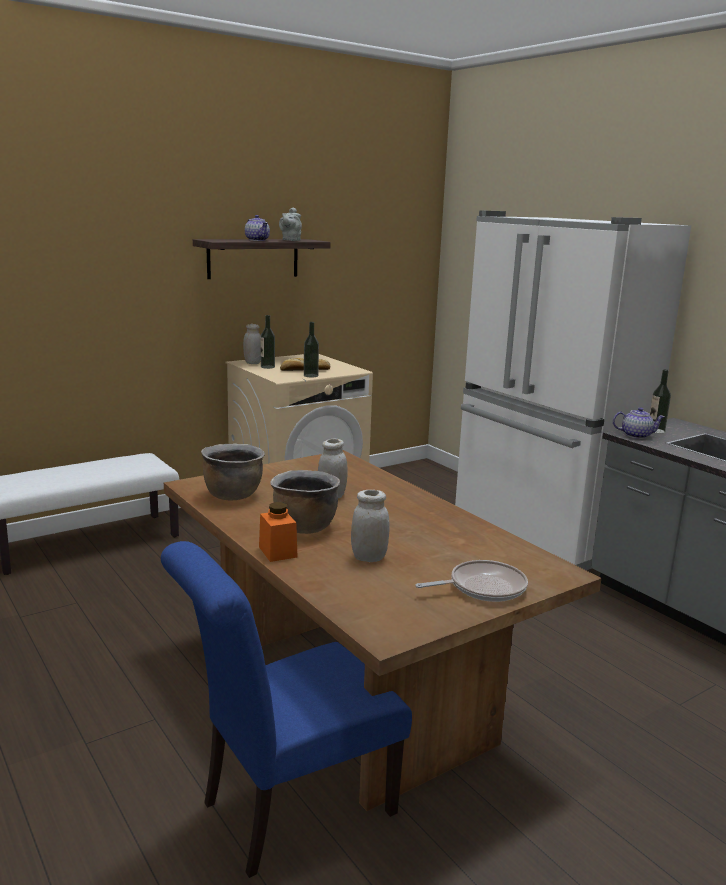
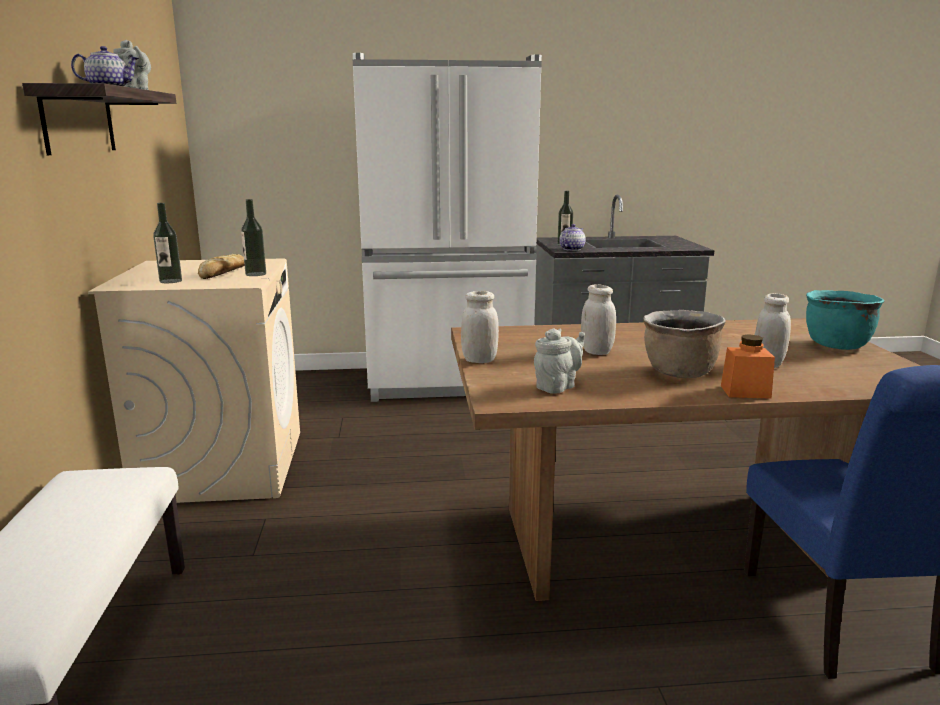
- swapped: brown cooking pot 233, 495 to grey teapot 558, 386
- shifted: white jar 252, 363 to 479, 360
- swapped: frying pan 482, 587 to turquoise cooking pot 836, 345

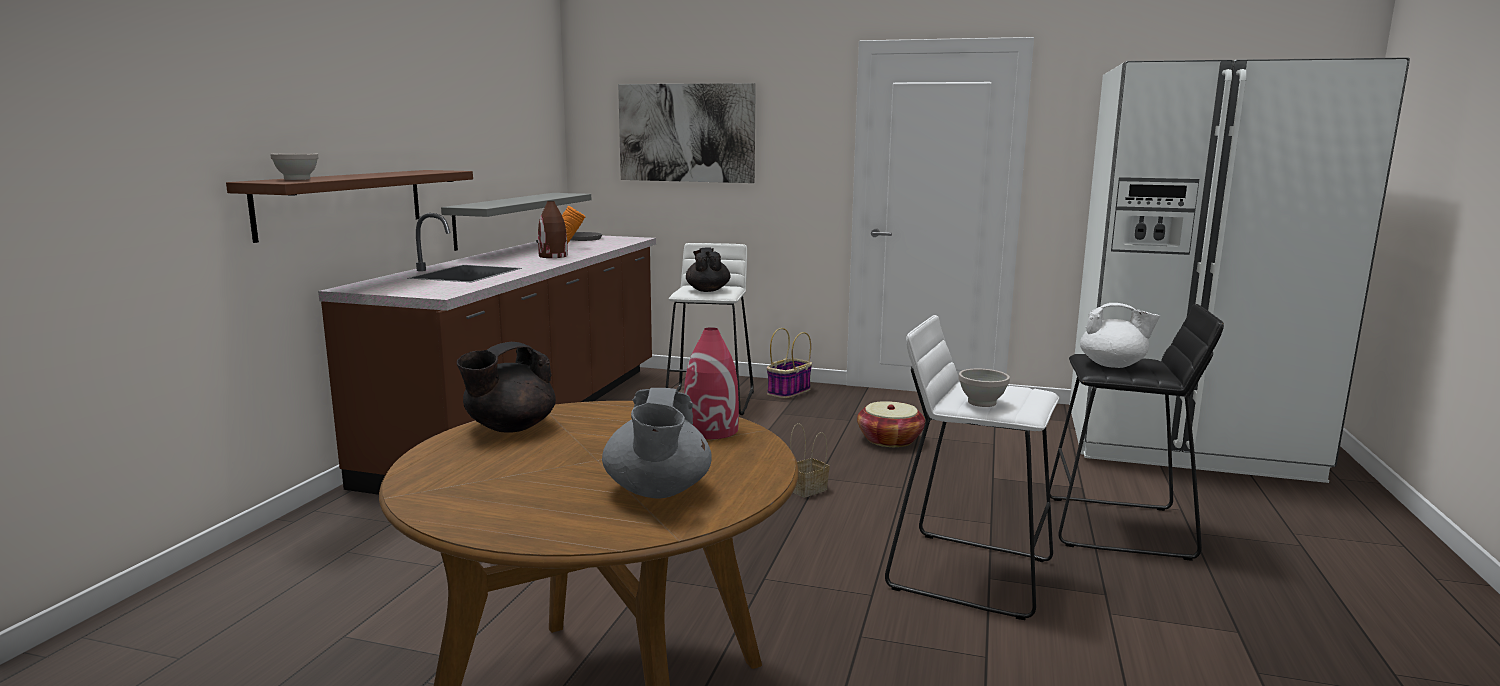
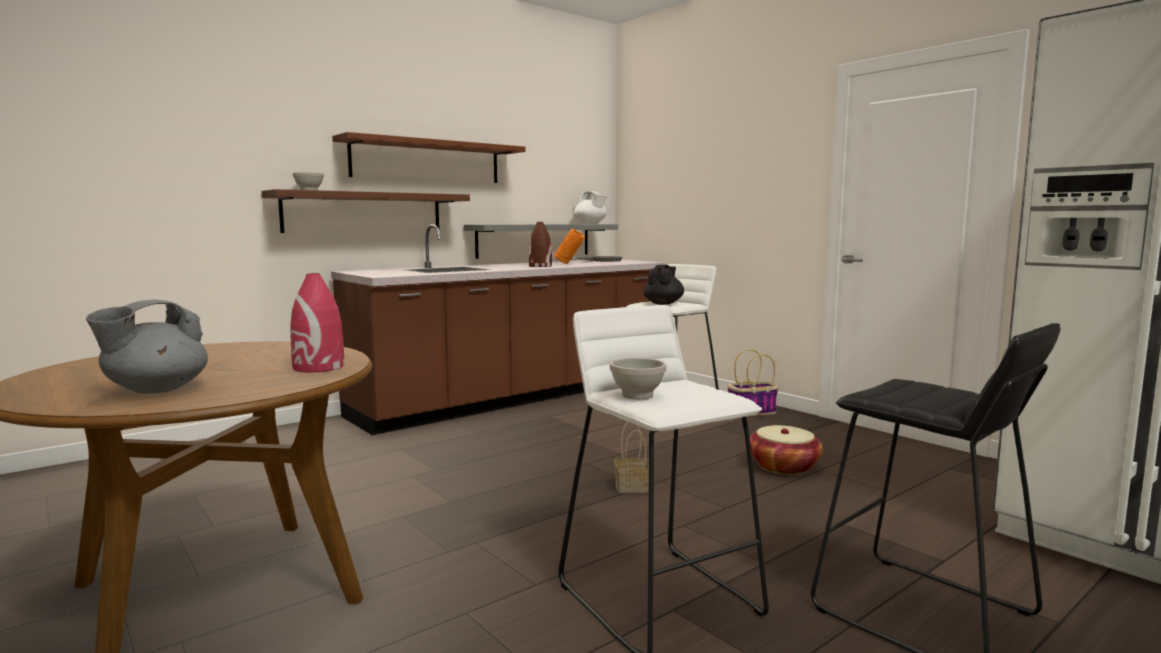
- gone: black teapot 509, 427
- gone: picture 686, 133
- shifted: white teapot 1113, 365 to 590, 224
- new: brown shelf 427, 161

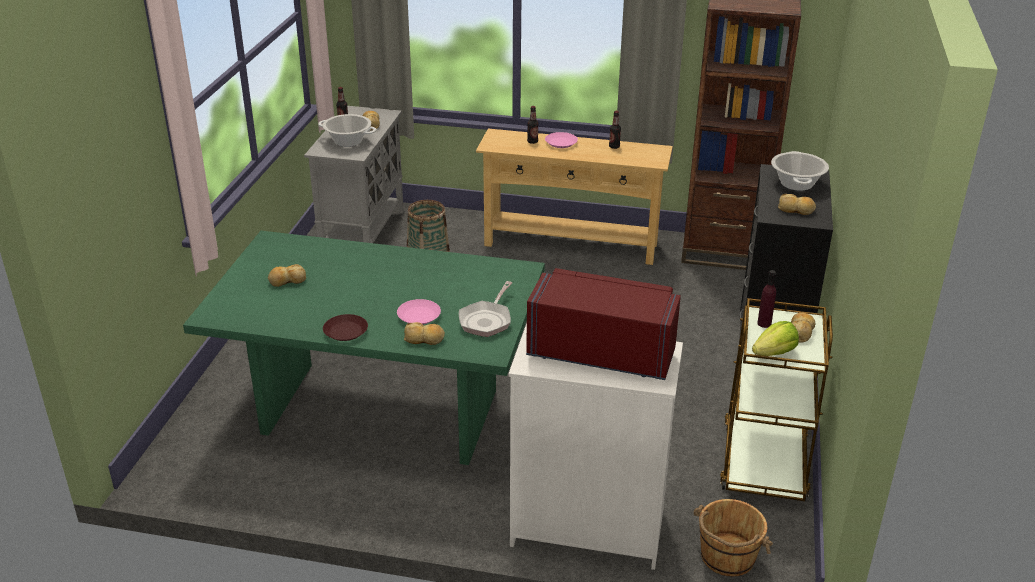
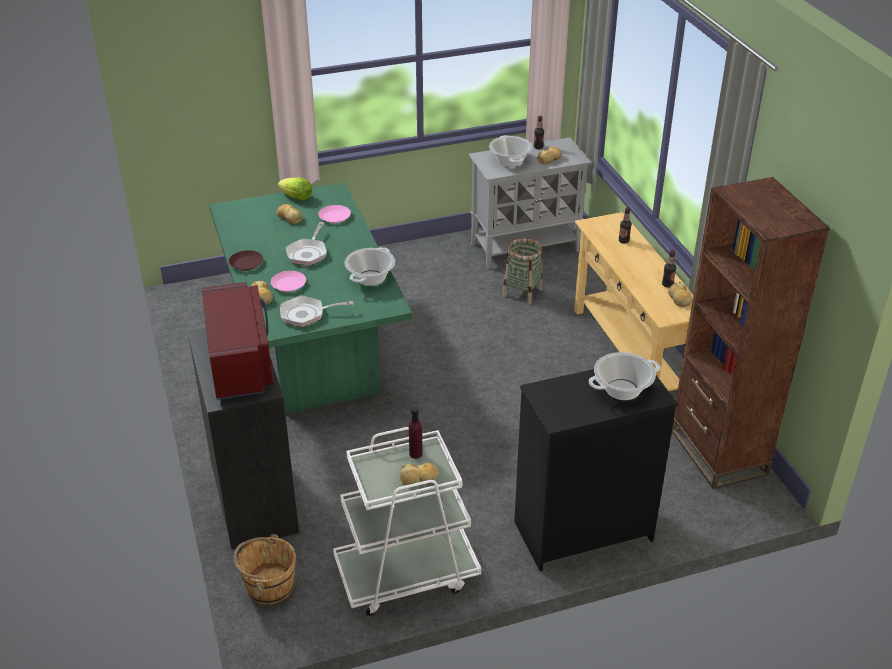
- repainted: white dresser 588, 528 to black dresser 255, 498
- shifted: pink plate 561, 143 to 335, 217
- repainted: brown cart 764, 460 to white cart 406, 574
- shifted: lettuce 774, 353 to 296, 197
- shifted: bread 796, 210 to 679, 299
- new: frying pan 308, 253
- new: cooking pot 370, 278

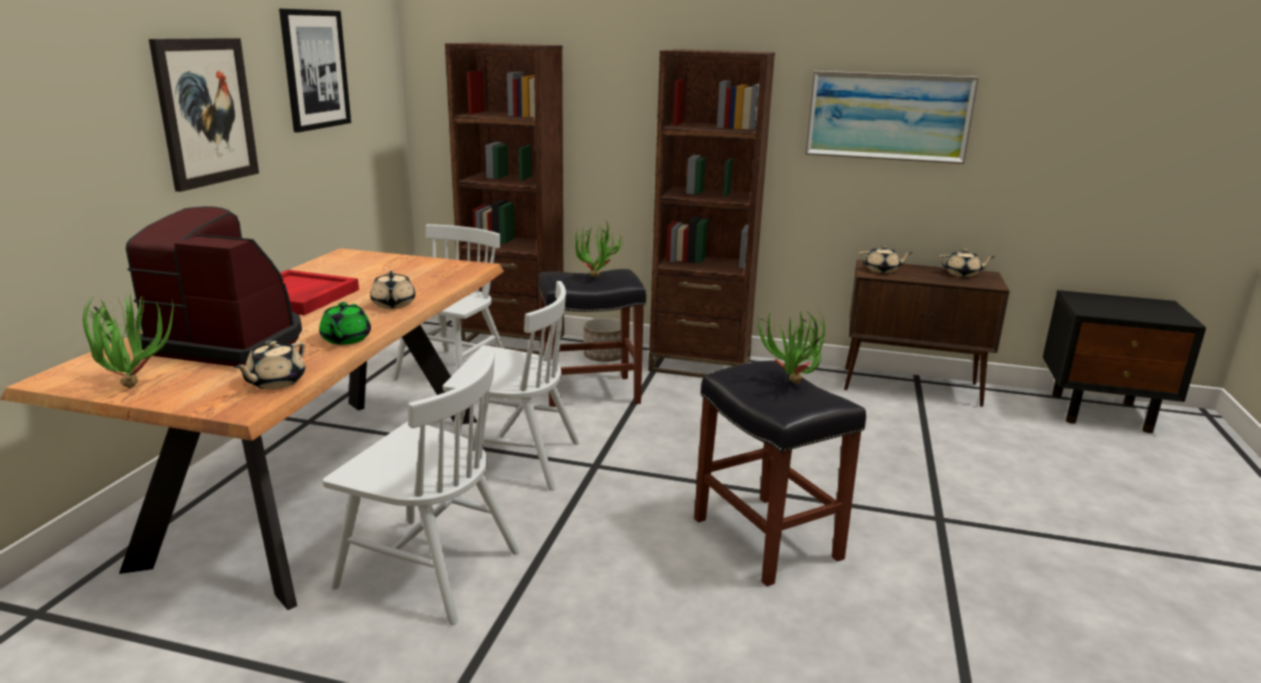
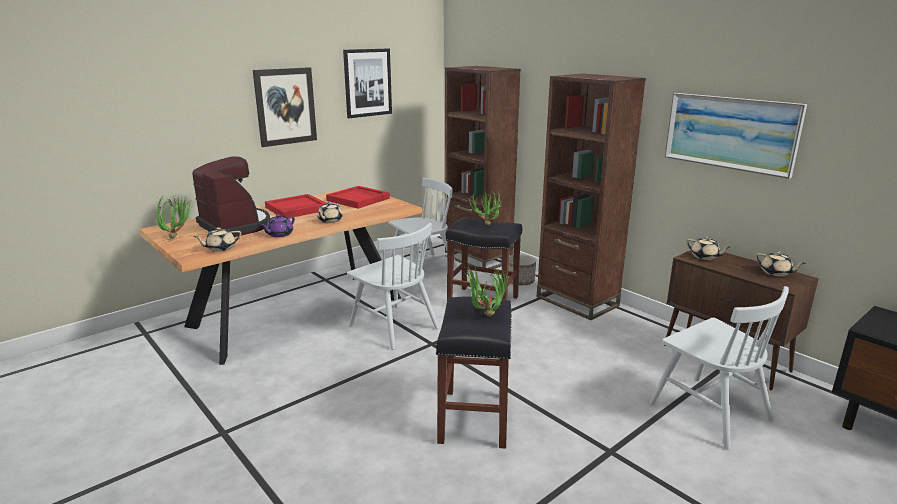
- repainted: green teapot 345, 339 to purple teapot 279, 234
- shifted: white chair 428, 569 to 709, 411
- new: red tray 359, 199

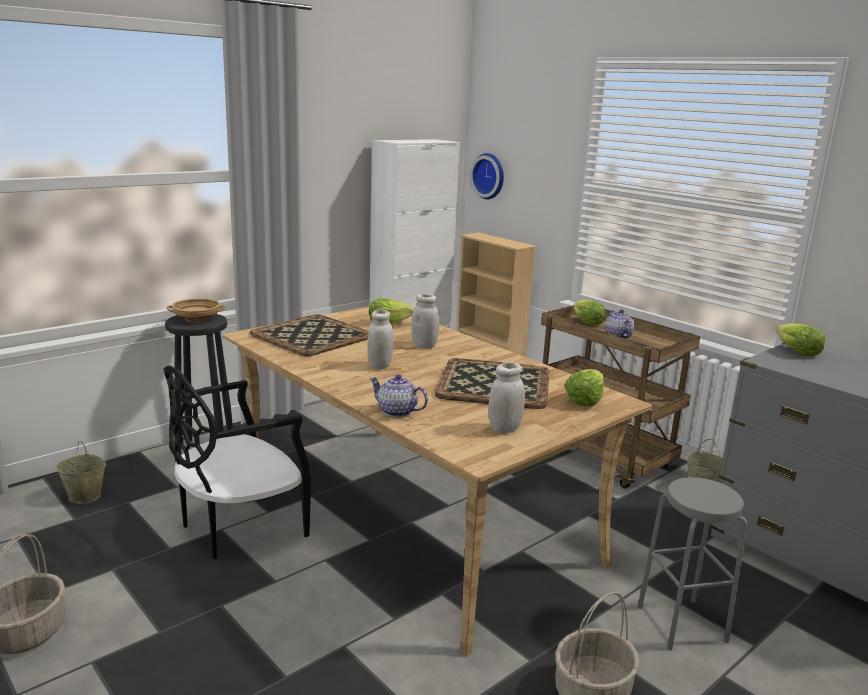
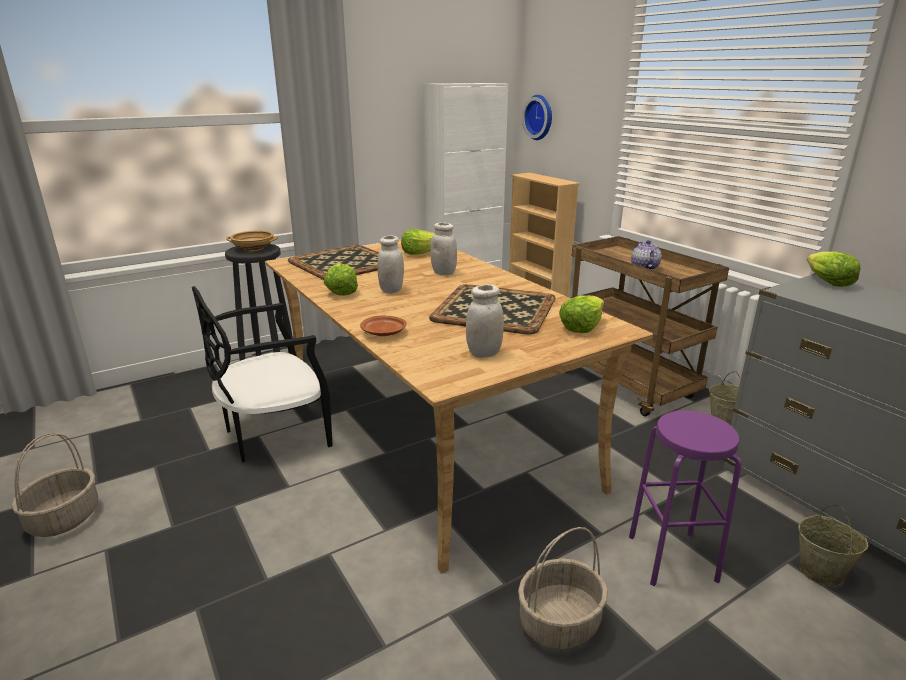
- shifted: beige bucket 85, 496 to 821, 572
- swapped: teapot 396, 411 to brown plate 384, 333
- shifted: lettuce 586, 322 to 341, 291
- repainted: grey stool 681, 623 to purple stool 672, 557

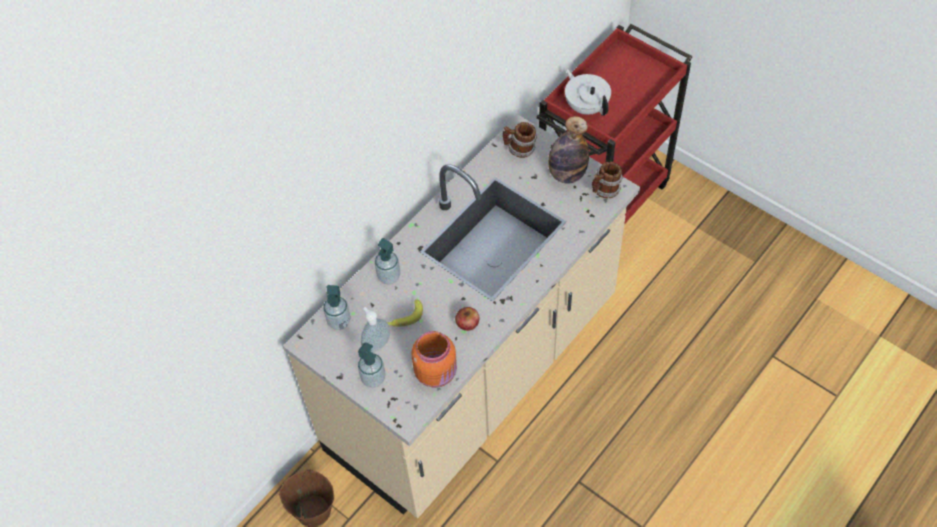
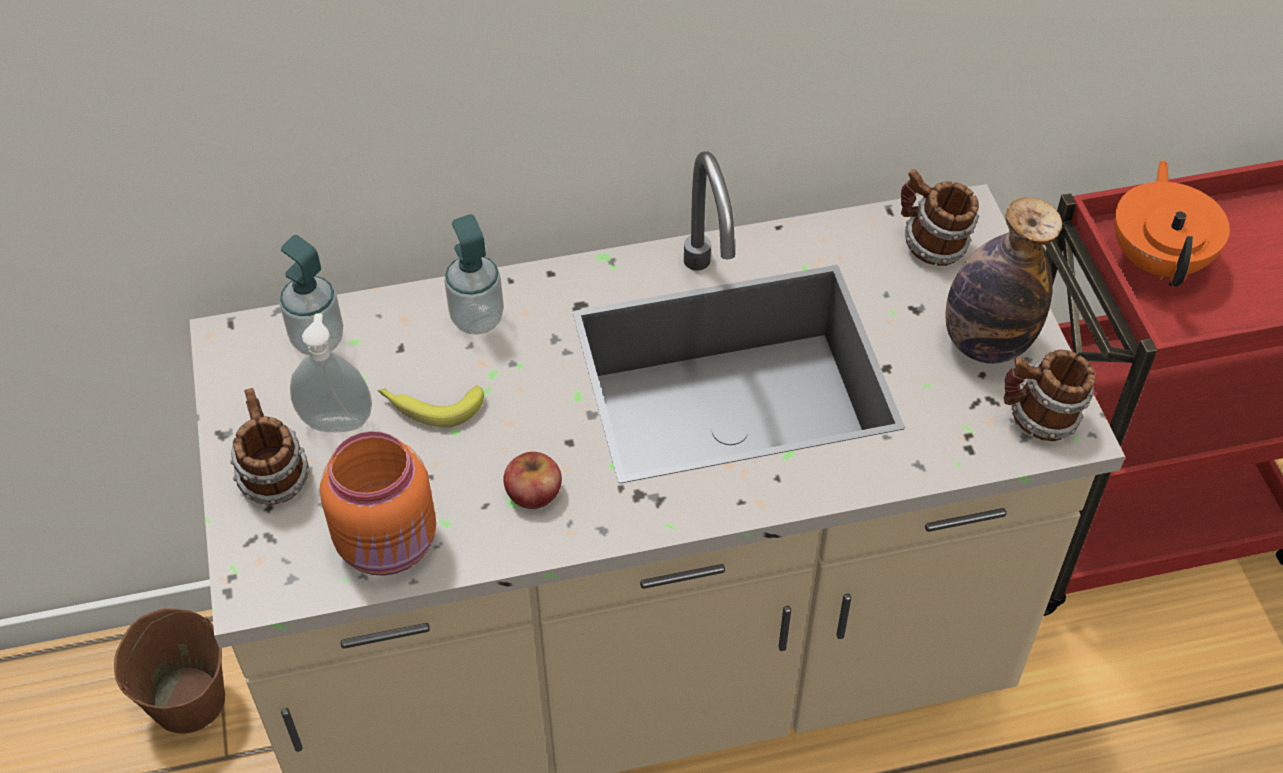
- swapped: soap dispenser 373, 378 to mug 272, 476
- repainted: white teapot 586, 106 to orange teapot 1159, 259

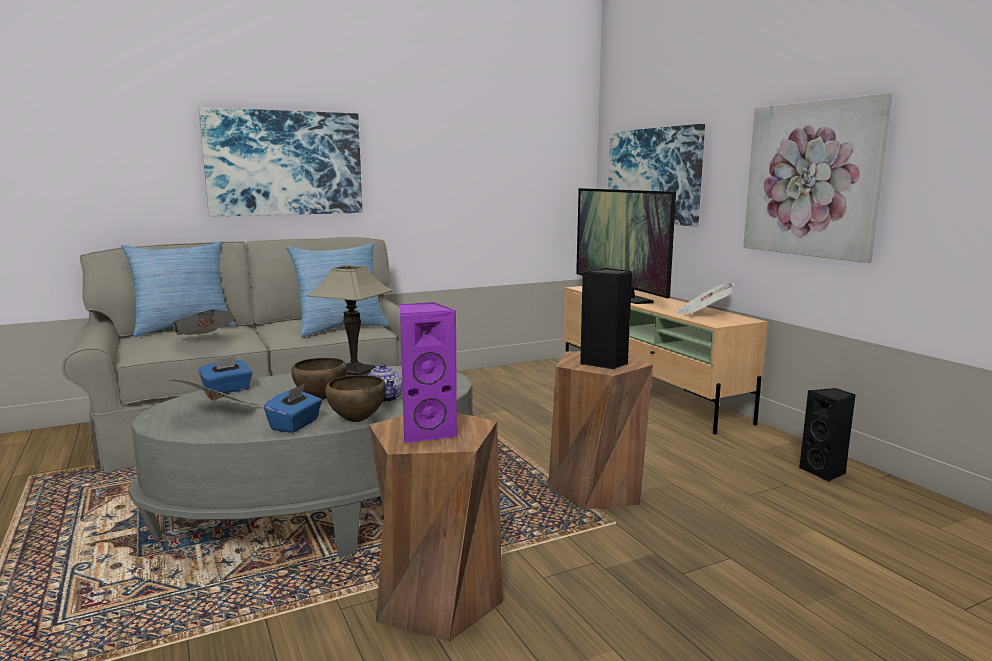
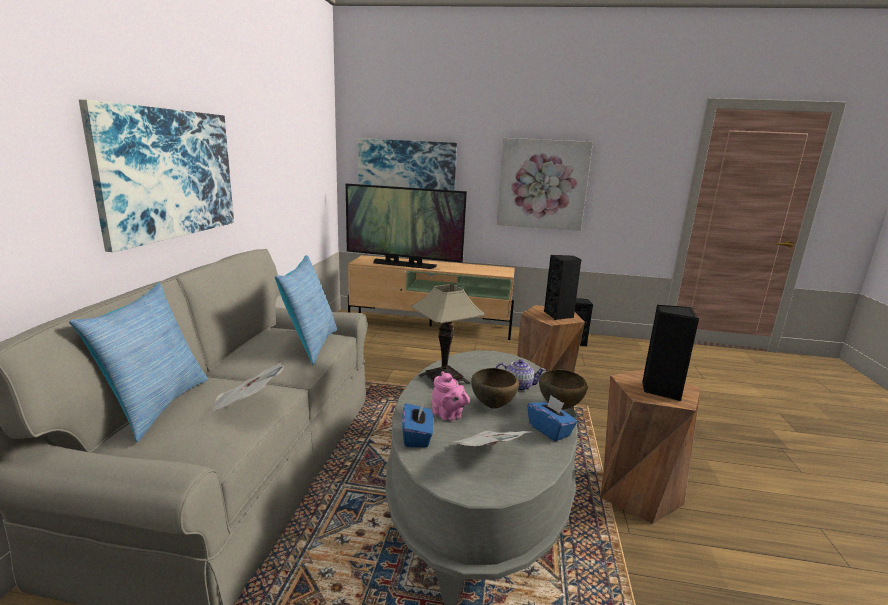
- repainted: purple speaker 426, 432 to black speaker 661, 390
- gone: newspaper 703, 314
- new: pink teapot 448, 416

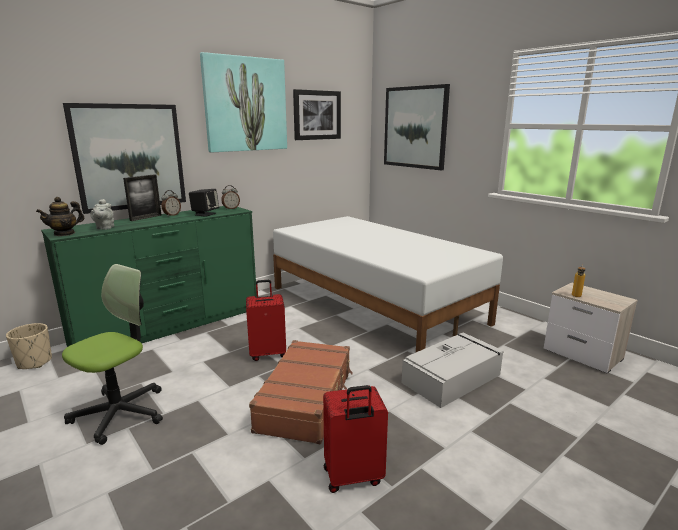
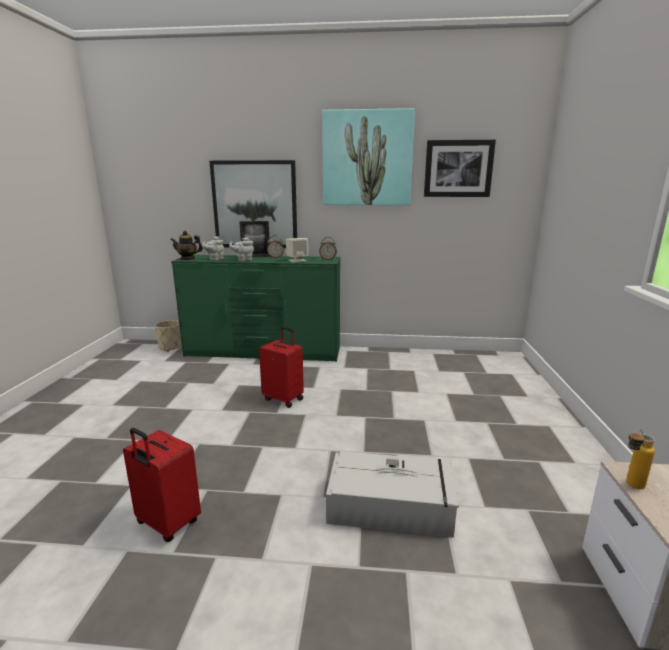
- gone: office chair 120, 413
- repainted: black speaker 205, 214 to beige speaker 297, 260
- gone: brown suitcase 306, 399
- gone: white bed 374, 304
- gone: picture 415, 127
- new: grey teapot 243, 260

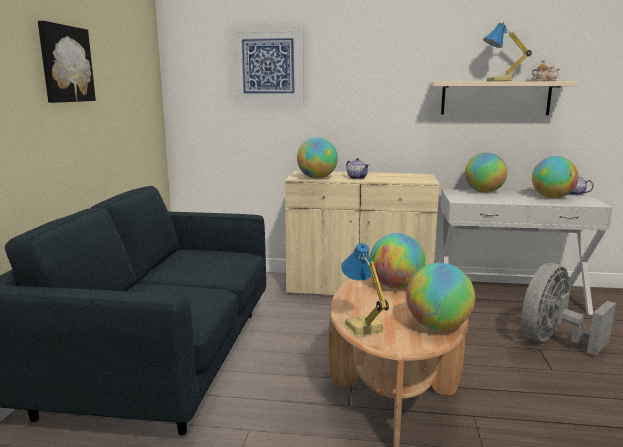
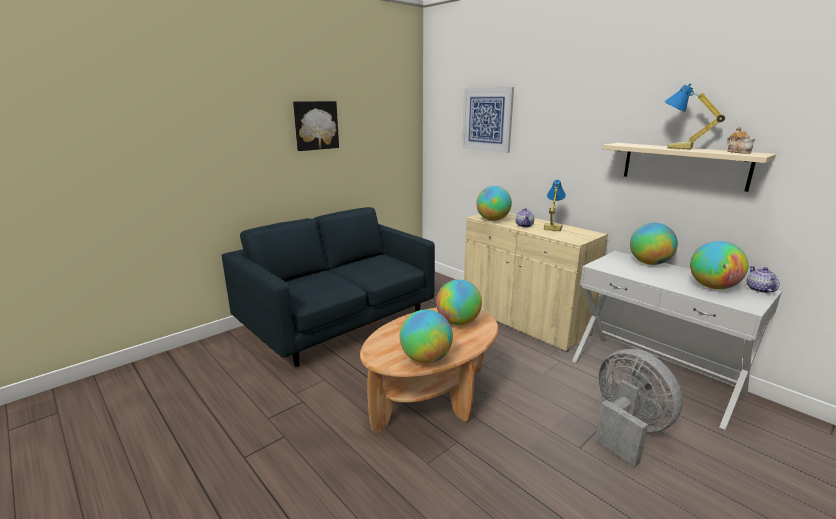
- shifted: table lamp 362, 328 to 552, 228
- rotated: grey fan 553, 341 = 627, 429 60 degrees clockwise

